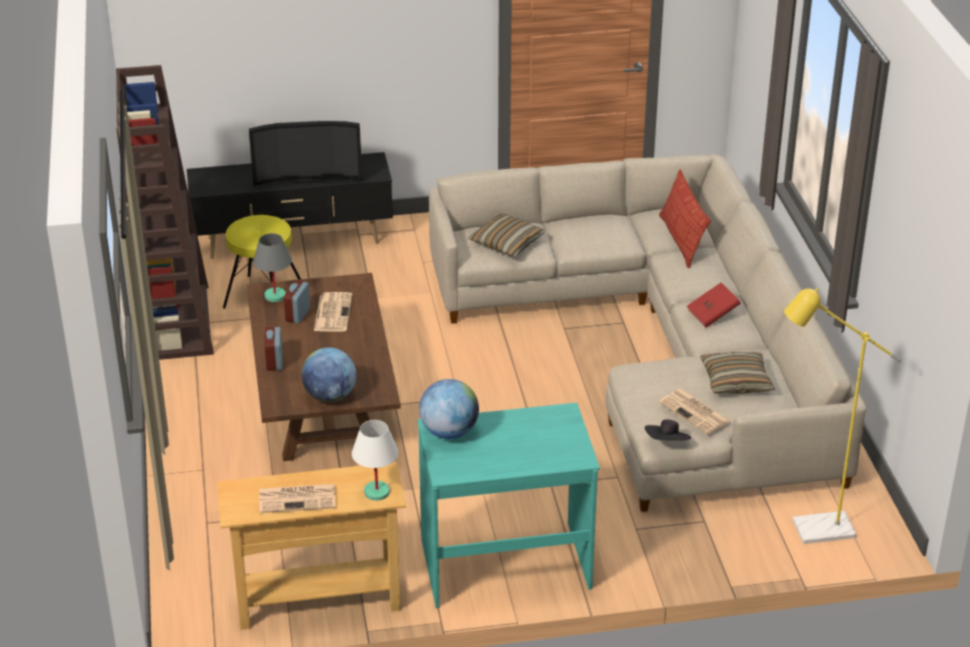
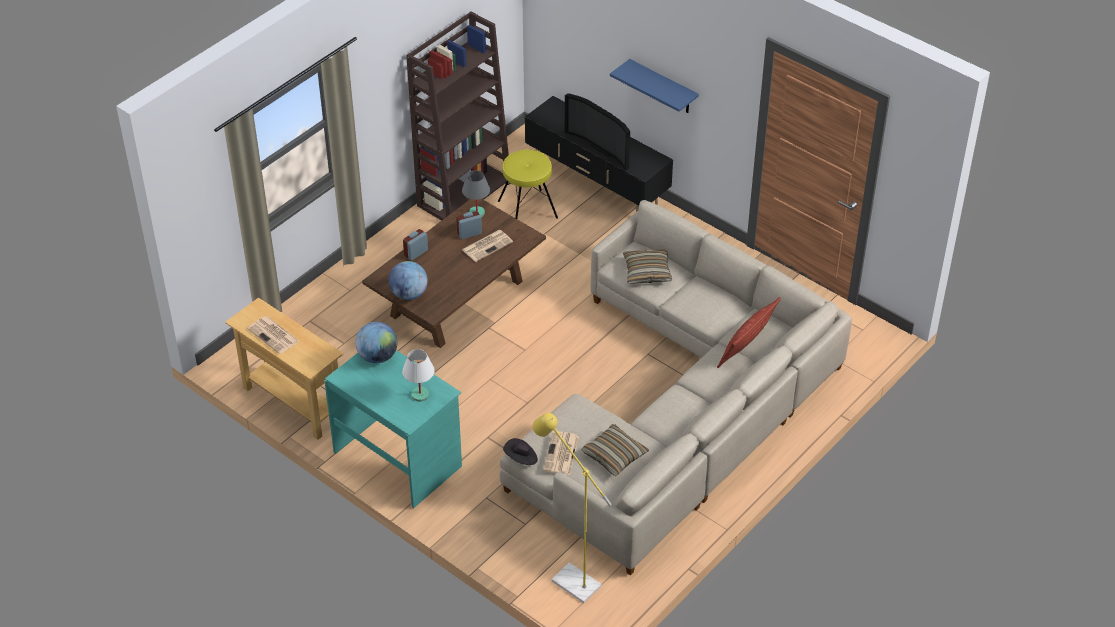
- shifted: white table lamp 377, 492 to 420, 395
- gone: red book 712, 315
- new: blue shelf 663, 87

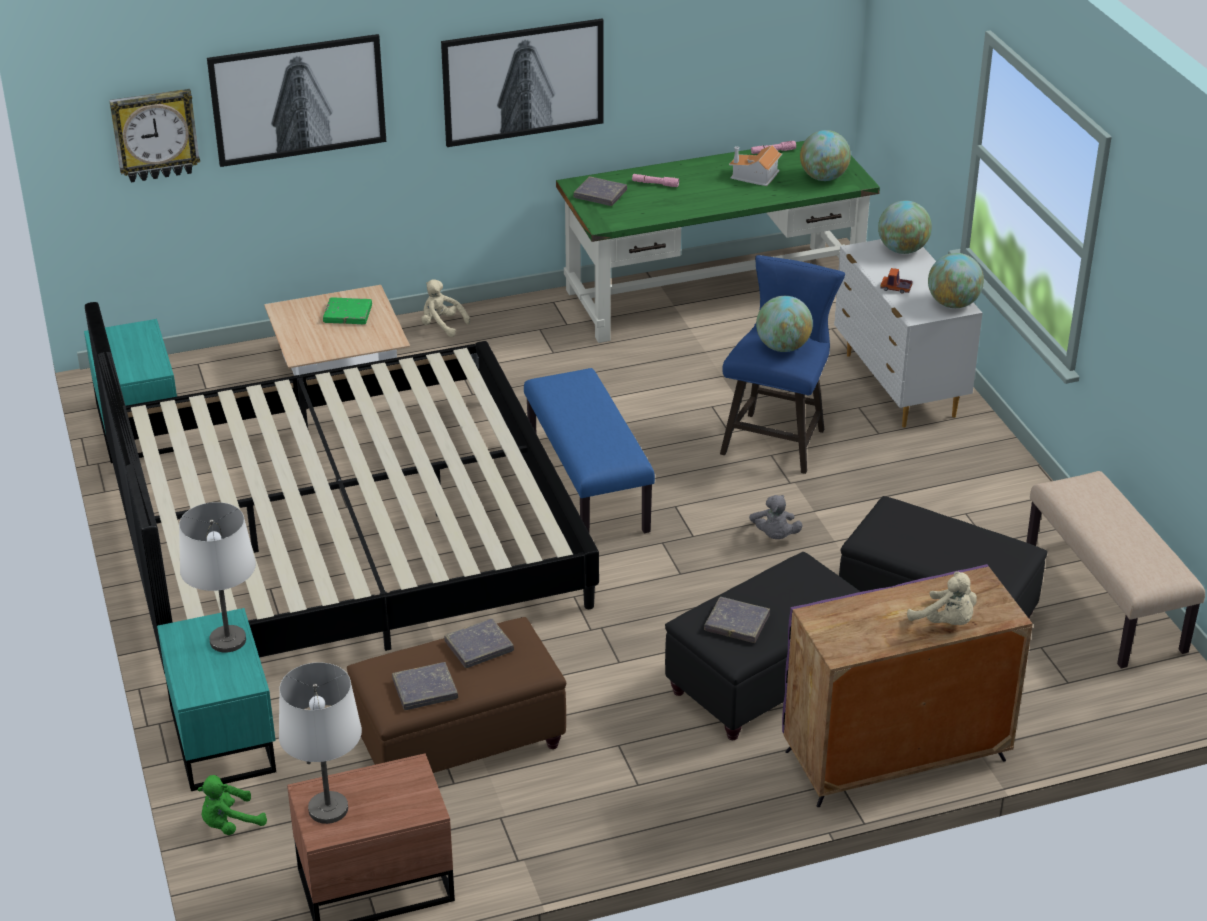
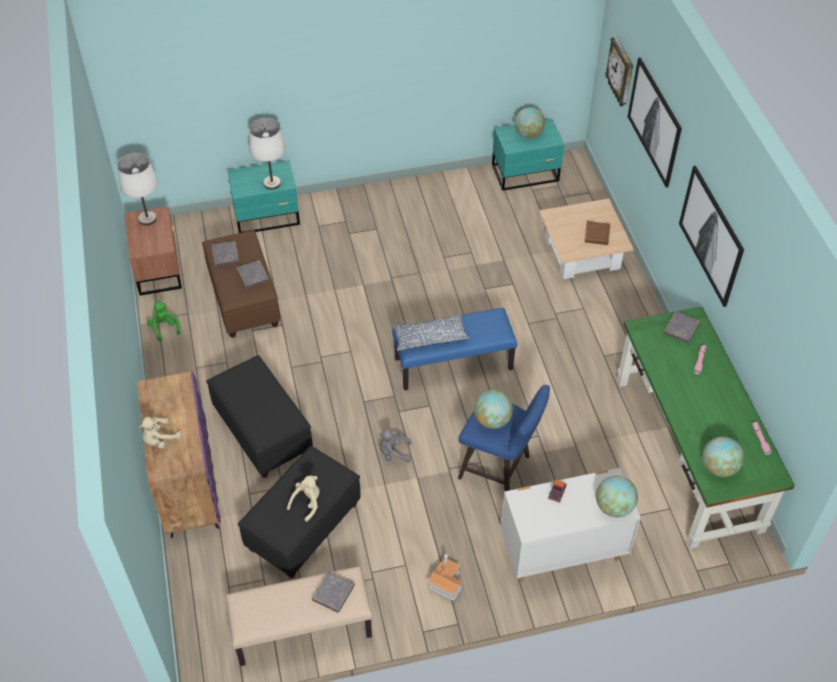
- gone: bed 343, 535
- shifted: green plush toy 230, 824 to 164, 328
- repainted: green book 348, 314 to brown book 597, 234
- shifted: beige plush toy 442, 325 to 307, 503
- shifted: grey book 737, 623 to 333, 593
- shifted: toy house 755, 176 to 445, 582
- shifted: globe 953, 304 to 528, 134
- new: pillow 429, 337

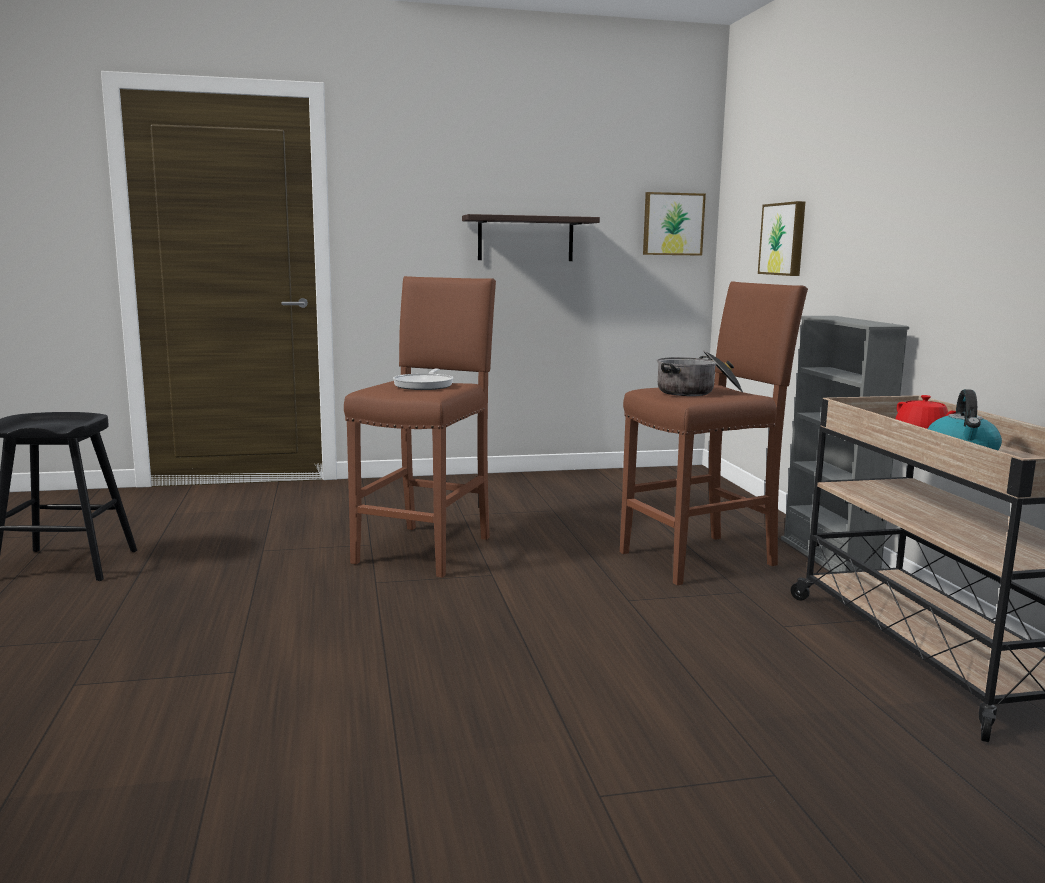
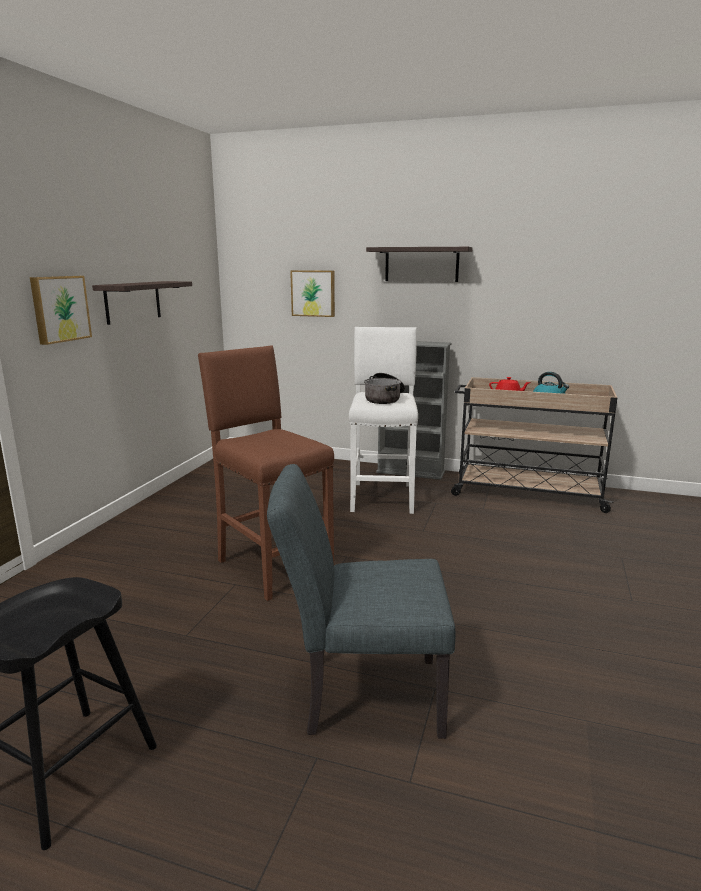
- gone: frying pan 425, 385
- repainted: brown stool 701, 558 to white stool 383, 496
- shifted: picture 672, 224 to 59, 308
- new: grey chair 361, 694
- new: shelf 421, 264

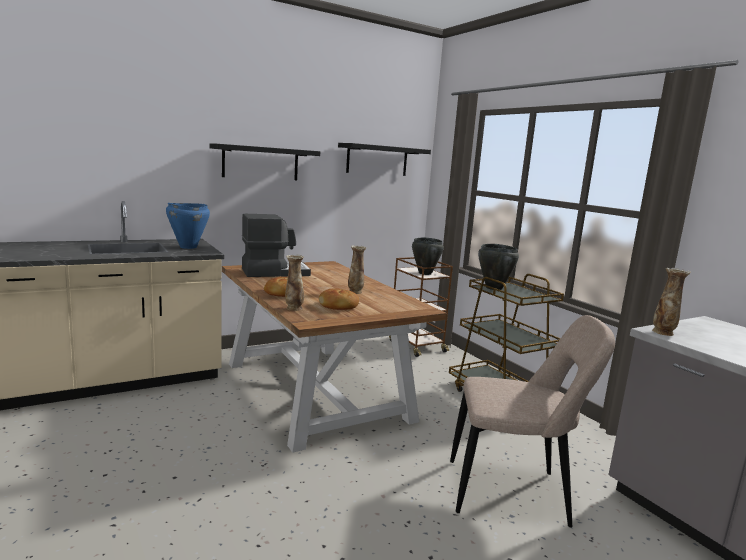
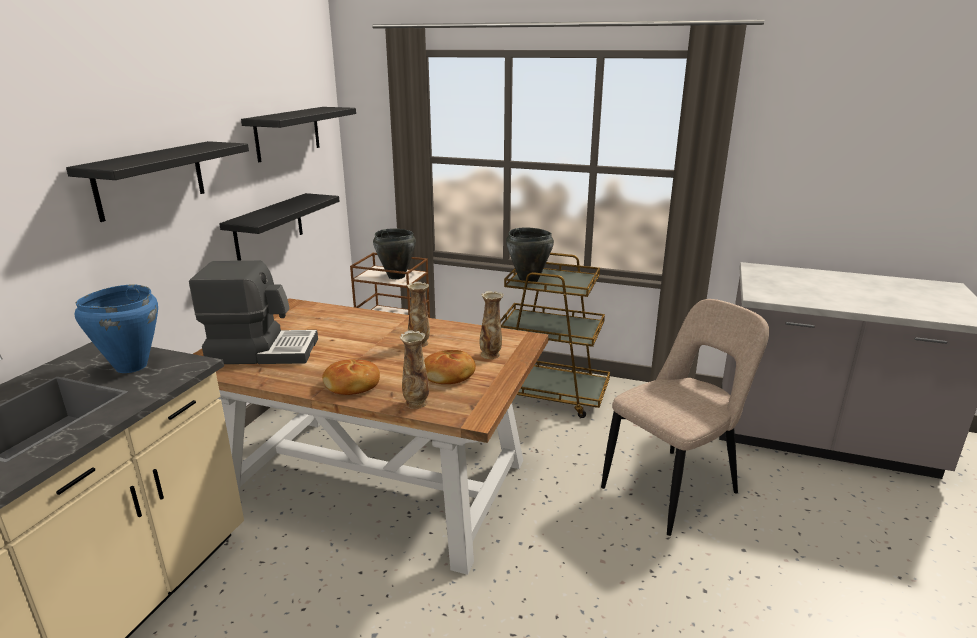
- rotated: coffee machine 274, 272 = 263, 350 60 degrees clockwise
- shifted: vase 663, 332 to 491, 355
- new: black shelf 269, 227

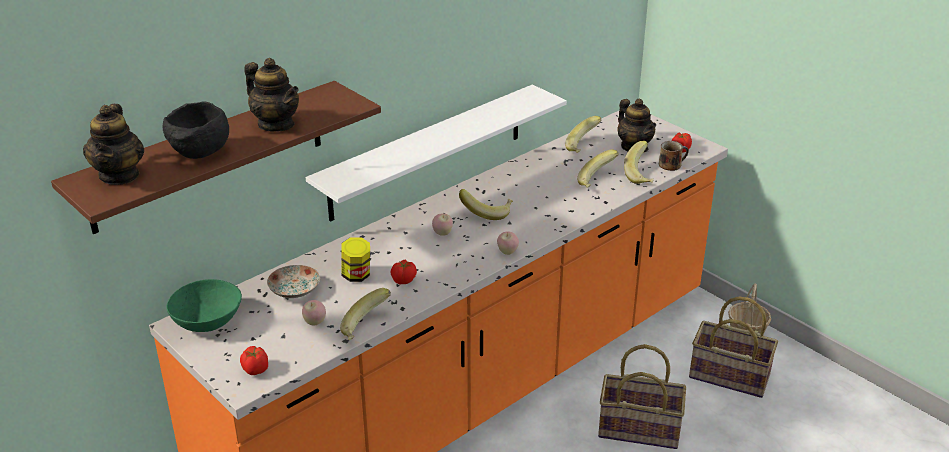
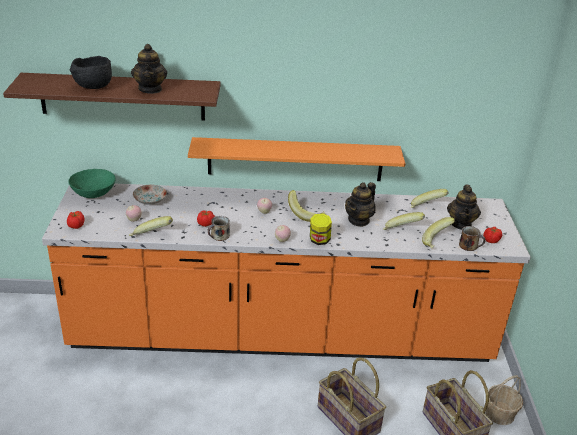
- shifted: teapot 120, 175 to 359, 220
- repainted: white shelf 428, 152 to orange shelf 295, 159
- shifted: jar 356, 275 to 319, 240
- new: mug 219, 236

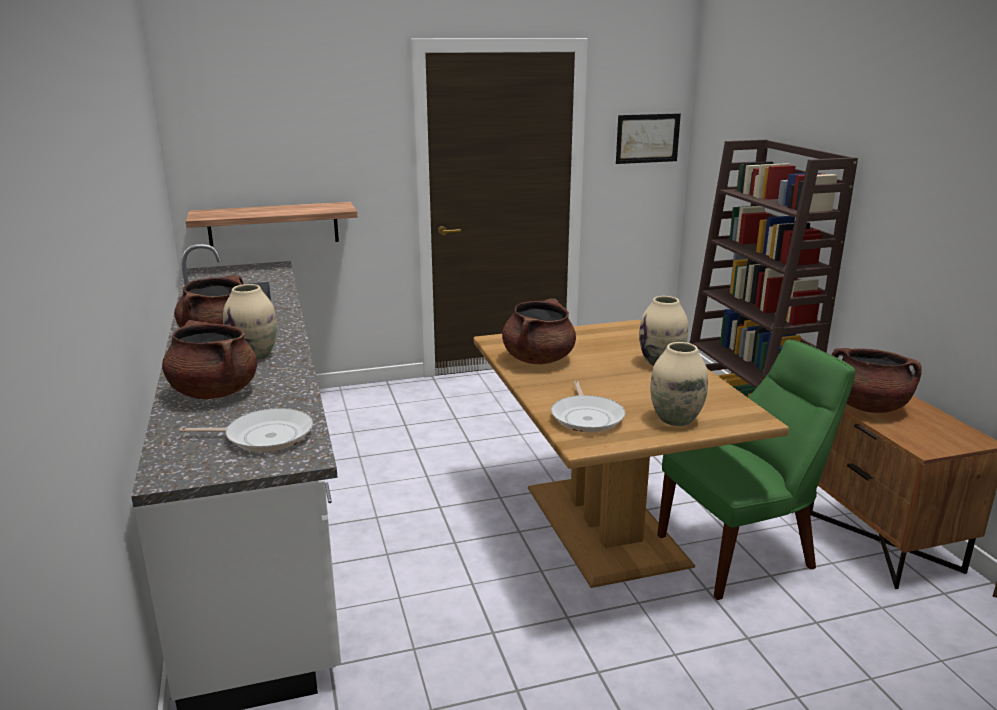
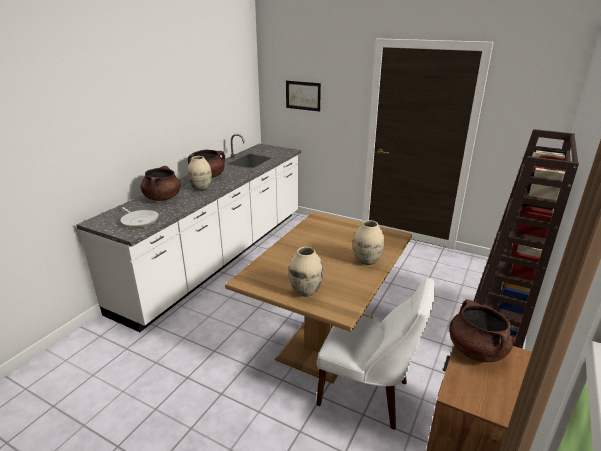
- gone: shelf 273, 226
- gone: brown cooking pot 538, 359
- gone: frying pan 587, 417
- shifted: picture 647, 138 to 303, 95
- repainted: green chair 741, 553 to white chair 367, 394

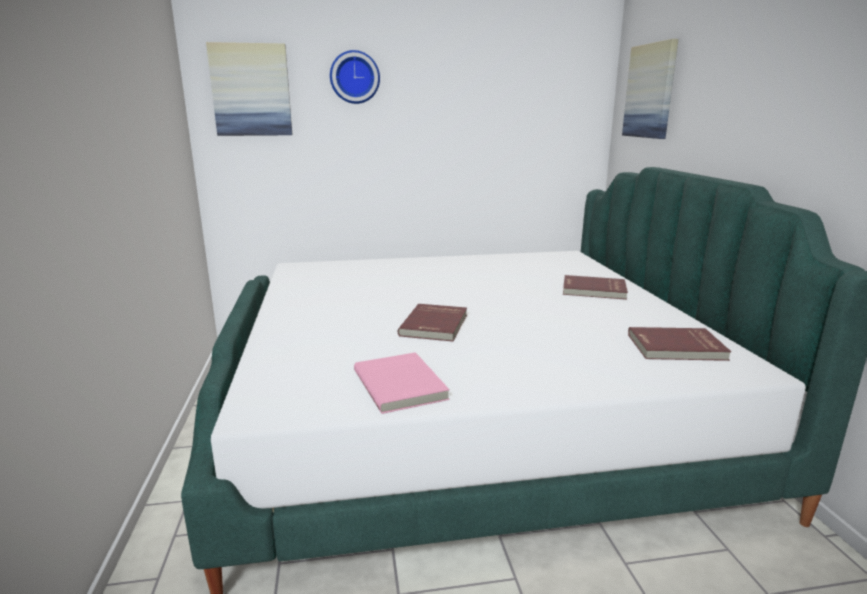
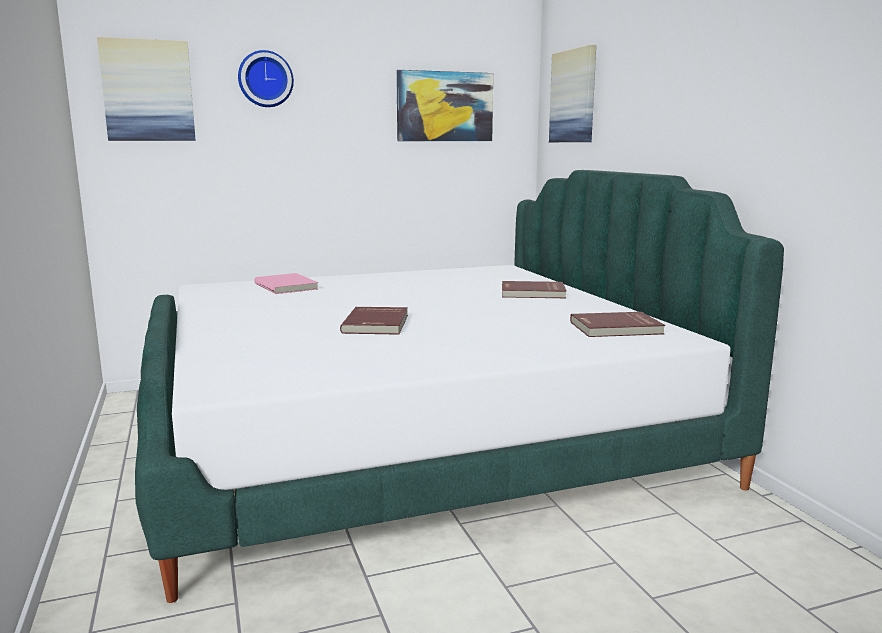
- shifted: pink book 401, 385 to 287, 286
- new: picture 444, 106

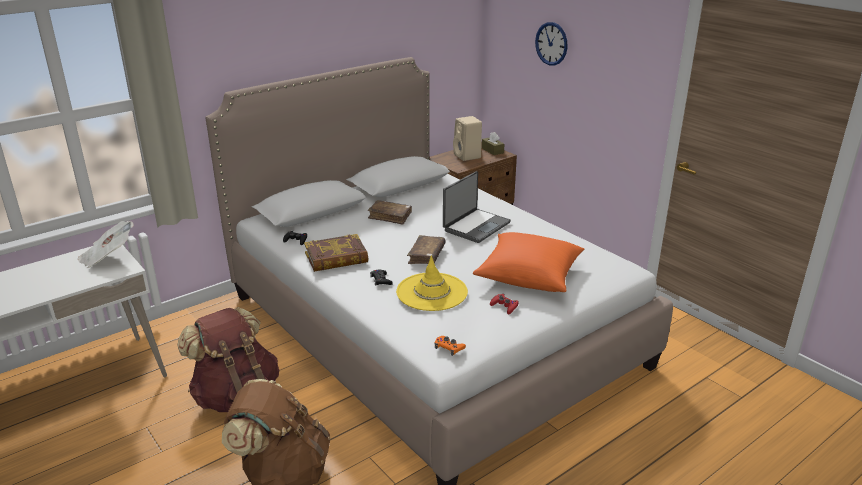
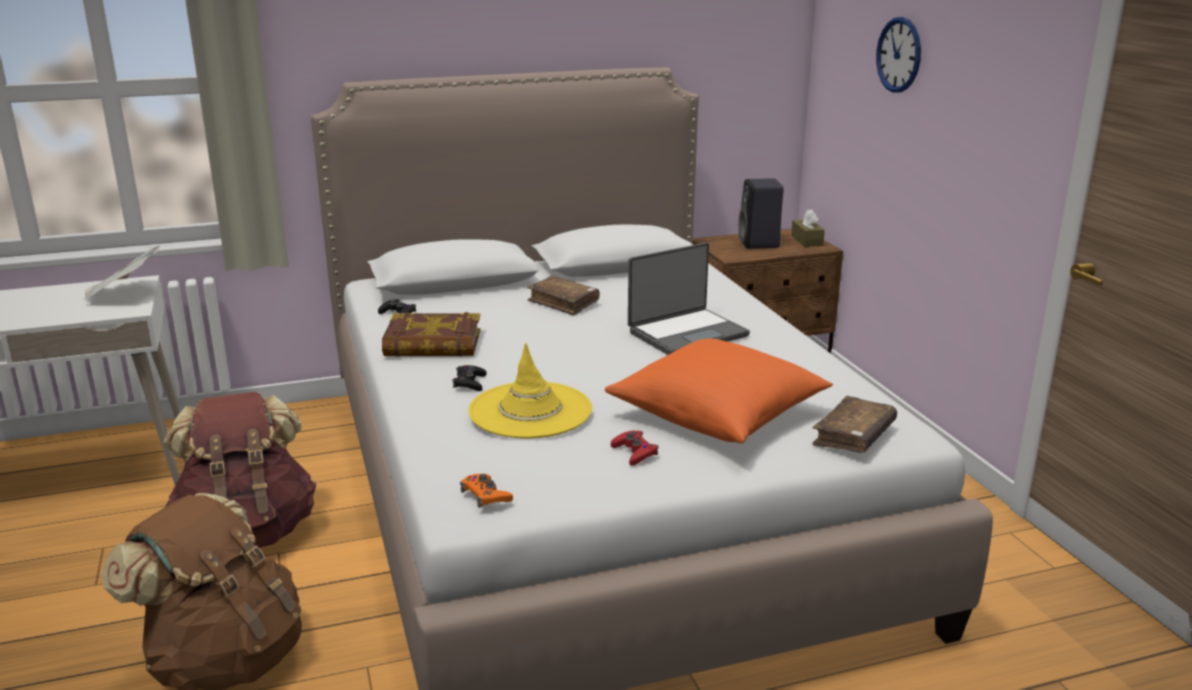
- shifted: brown book 426, 255 to 853, 436
- repainted: beige speaker 468, 156 to black speaker 759, 243

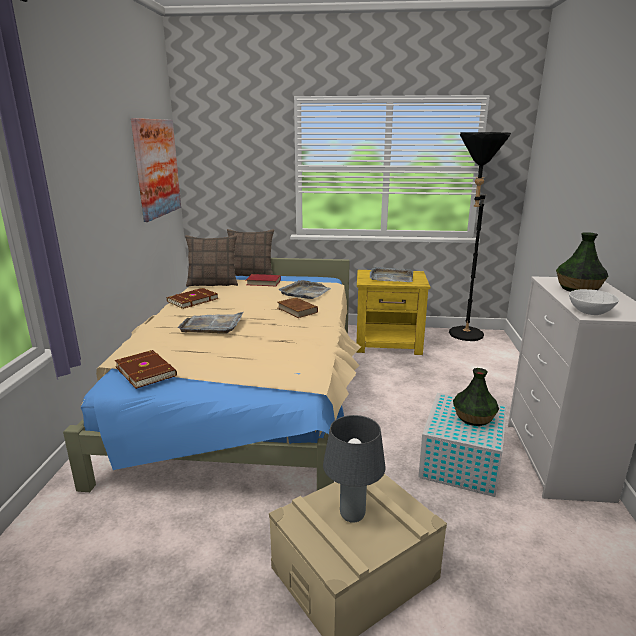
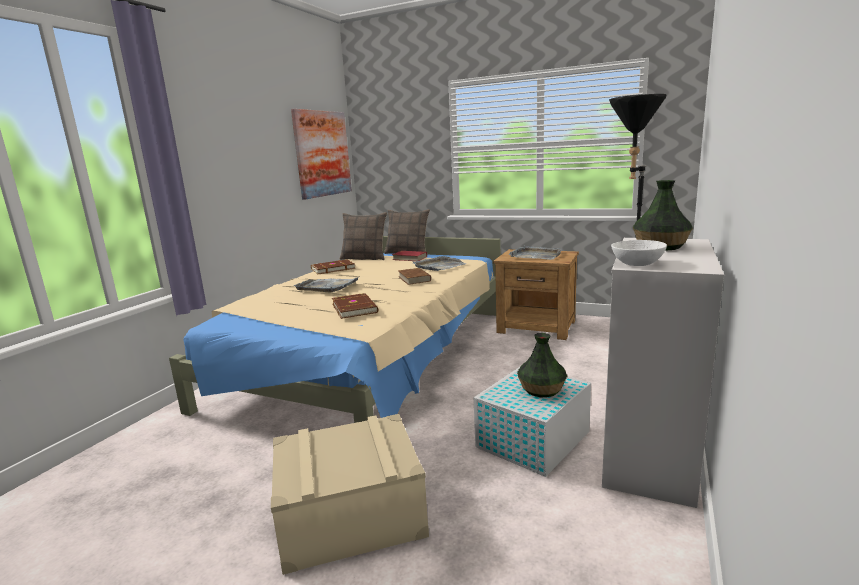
- shifted: brown book 146, 371 to 355, 308
- gone: grey table lamp 353, 515
- repainted: yellow nightstand 389, 343 to brown nightstand 537, 327

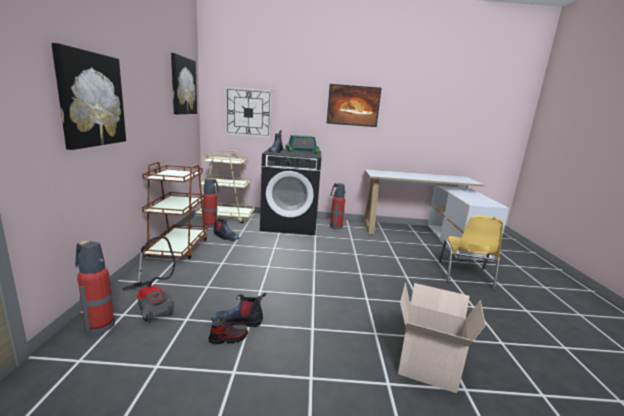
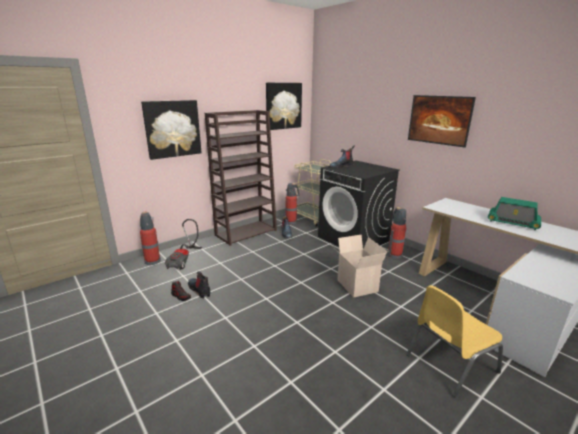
- swapped: brown cart 178, 248 to brown bookcase 246, 232
- gone: wall clock 248, 112
- shifted: radio 302, 151 to 512, 222
- shifted: cardboard box 426, 368 to 355, 286

